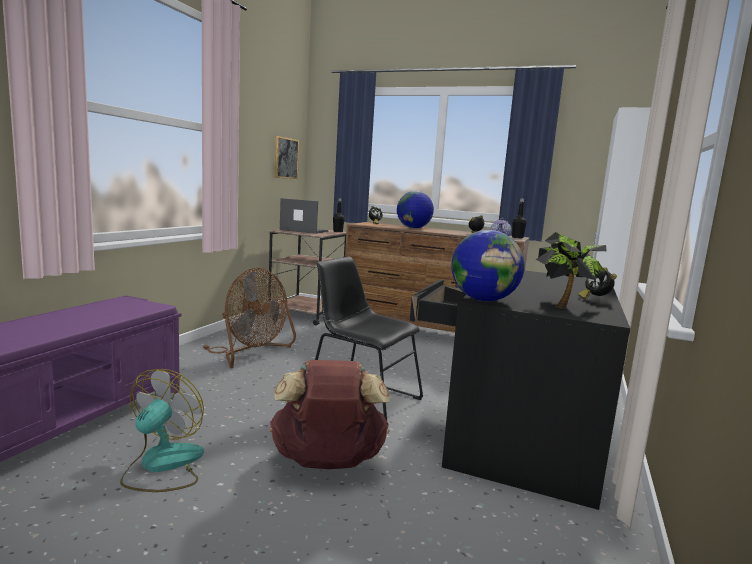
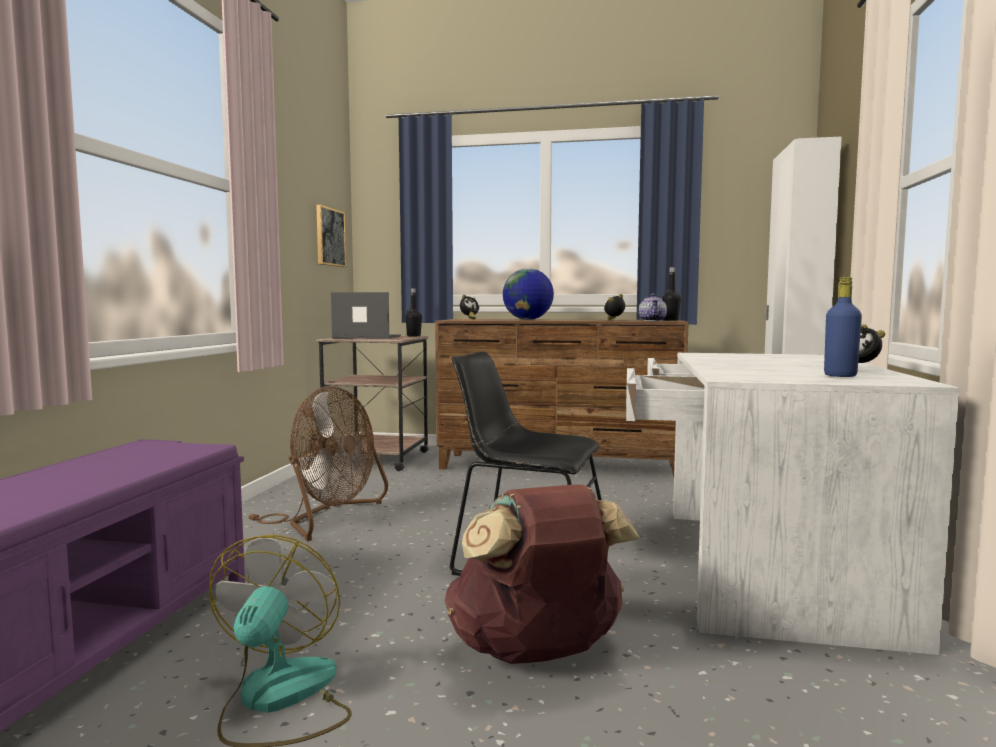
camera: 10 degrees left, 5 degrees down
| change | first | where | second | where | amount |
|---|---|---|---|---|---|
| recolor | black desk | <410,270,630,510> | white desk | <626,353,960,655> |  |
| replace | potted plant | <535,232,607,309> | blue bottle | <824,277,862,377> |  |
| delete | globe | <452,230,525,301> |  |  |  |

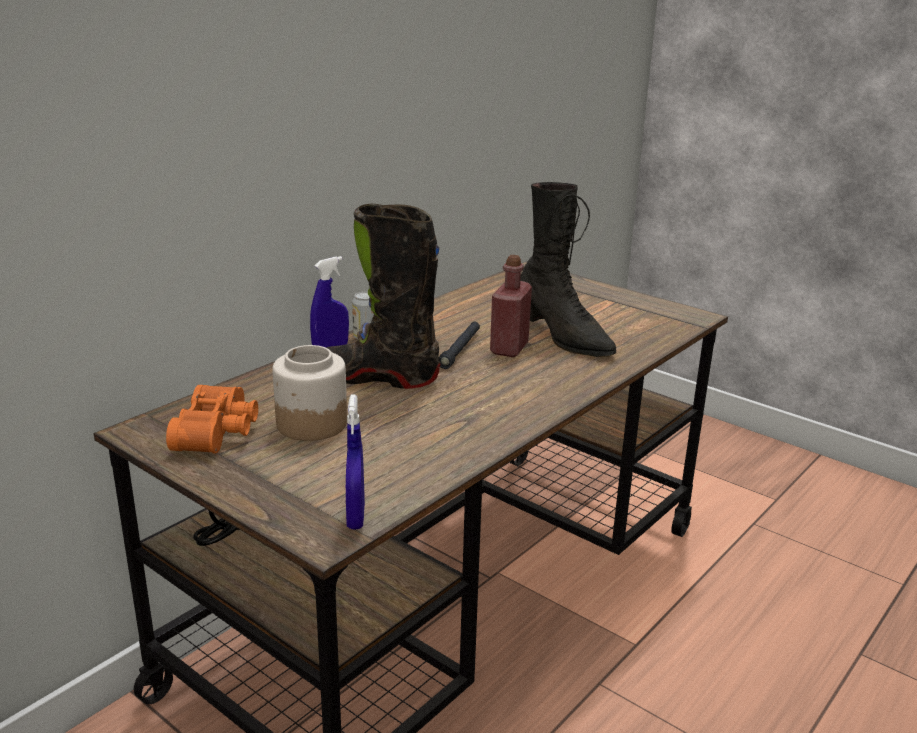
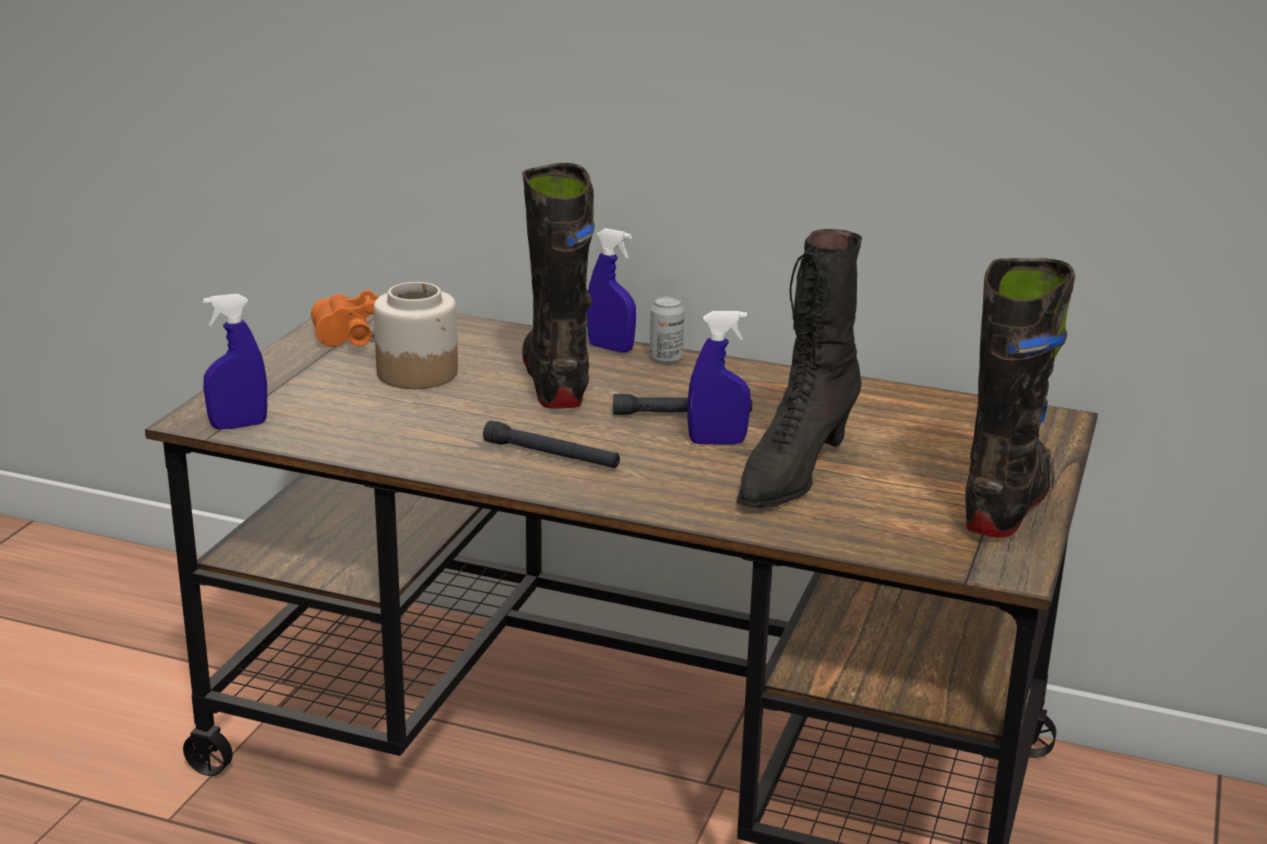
camera: 70 degrees right, 0 degrees up
| change | first | where | second | where | amount |
|---|---|---|---|---|---|
| insert |  |  | black flashlight | <483,420,620,468> |  |
| replace | red bottle | <490,255,532,357> | blue spray bottle | <687,311,751,445> |  |
| insert |  |  | black boot | <965,258,1075,538> |  |

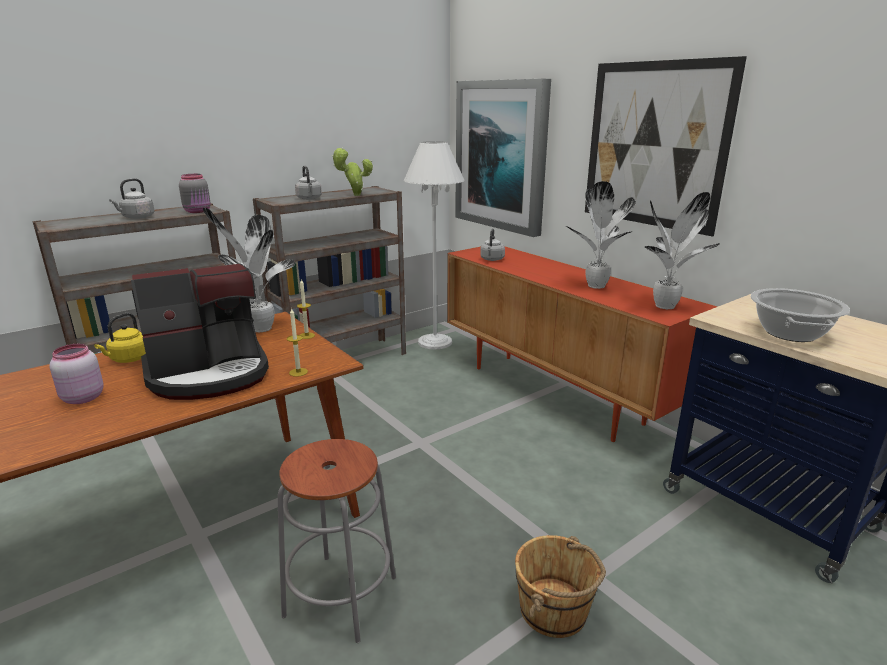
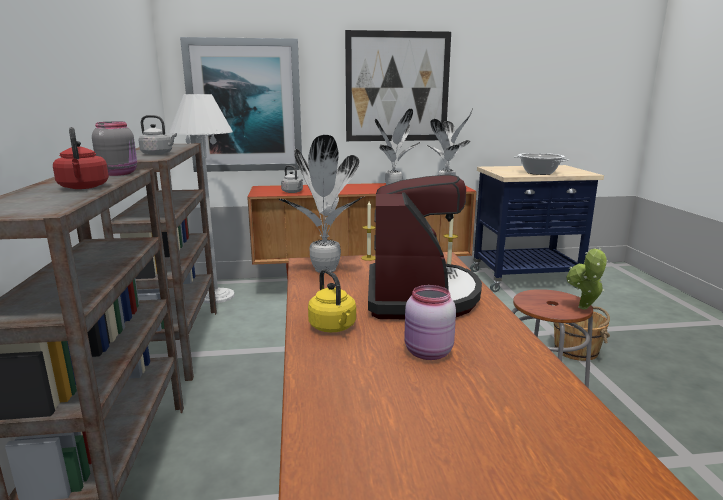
camera: 60 degrees left, 5 degrees down
| change | first | where | second | where | amount |
|---|---|---|---|---|---|
| recolor | grey kettle | <109,178,155,219> | red kettle | <53,127,109,189> |  |
| move | potted plant | <332,148,373,196> |  | <566,248,608,309> |  |

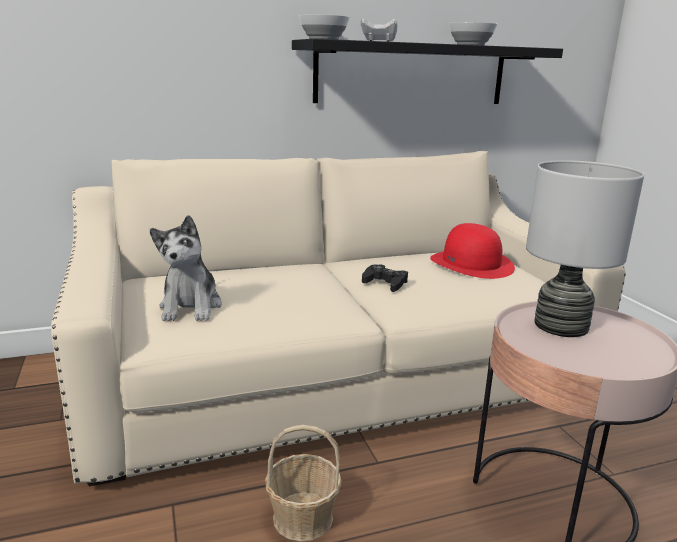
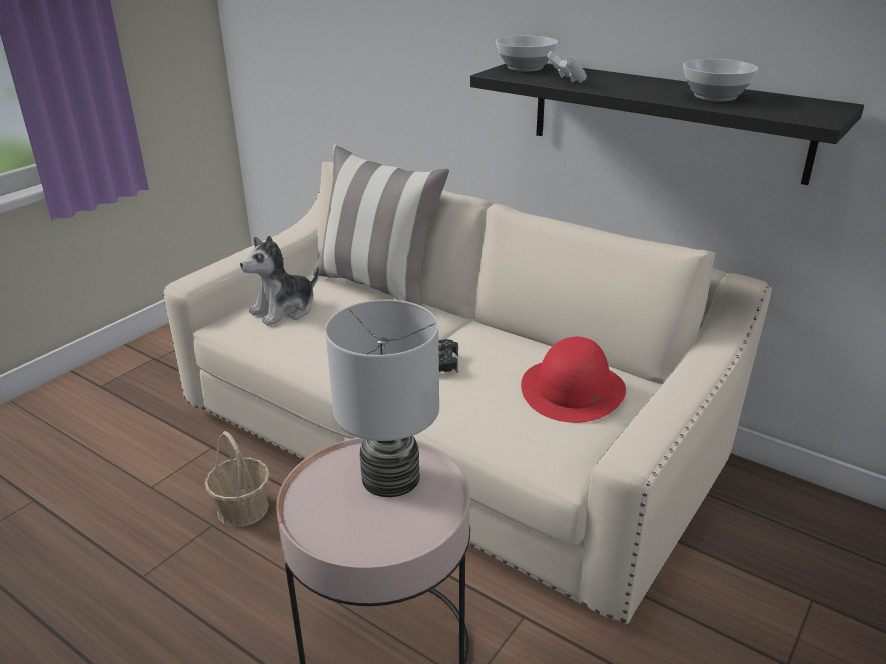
camera: 55 degrees right, 10 degrees up
| change | first | where | second | where | amount |
|---|---|---|---|---|---|
| insert |  |  | pillow | <313,144,449,306> |  |

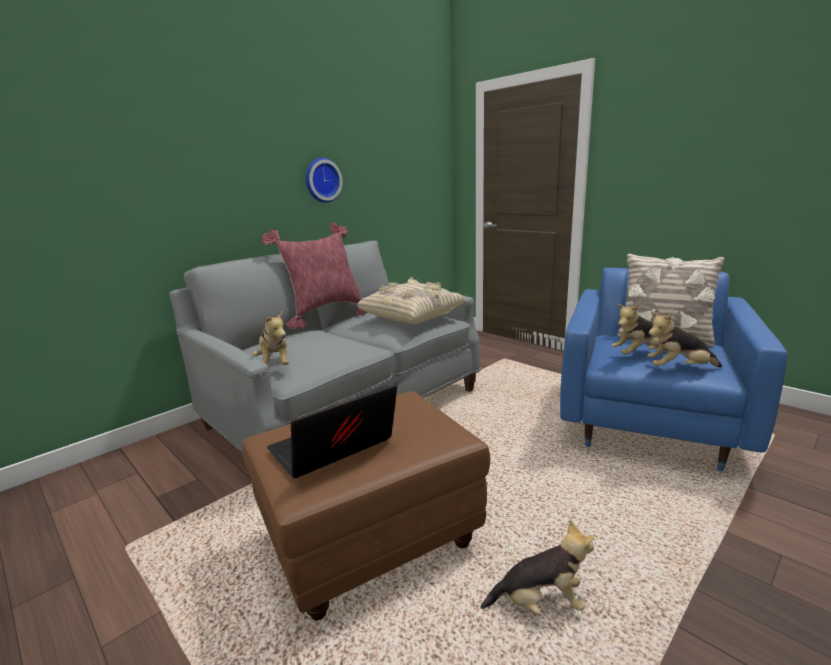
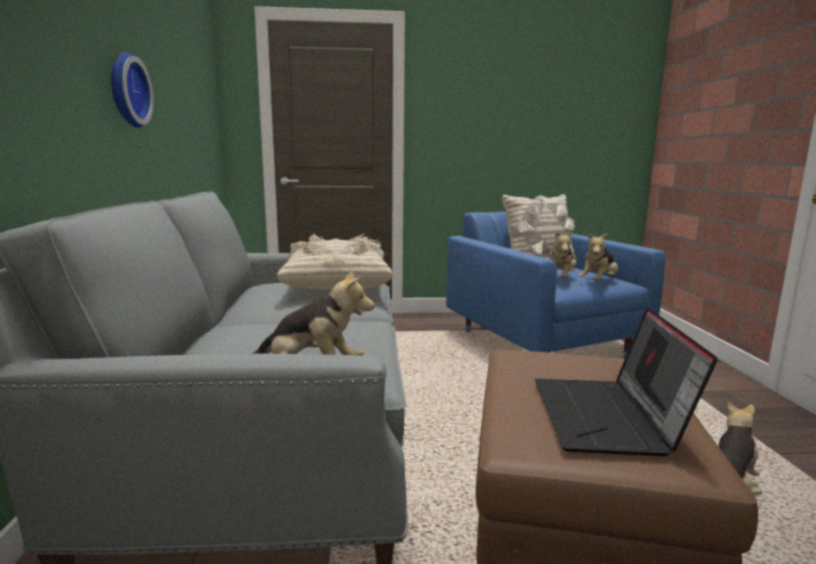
camera: 50 degrees left, 5 degrees down
| change | first | where | second | where | amount |
|---|---|---|---|---|---|
| delete | red pillow | <262,222,367,329> |  |  |  |

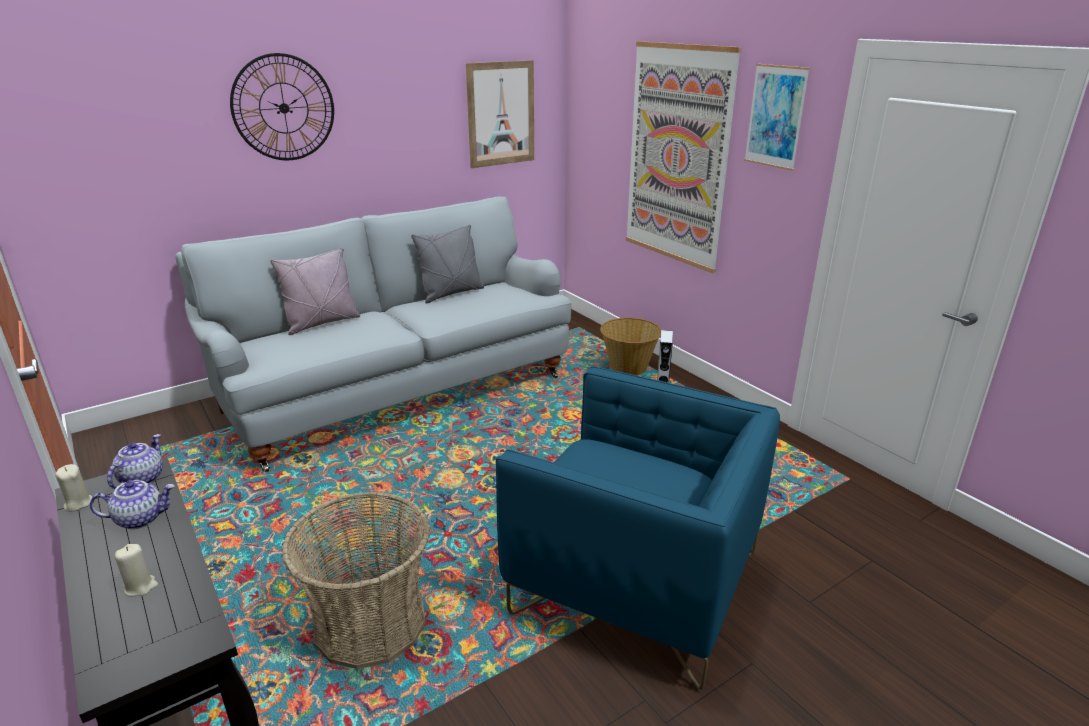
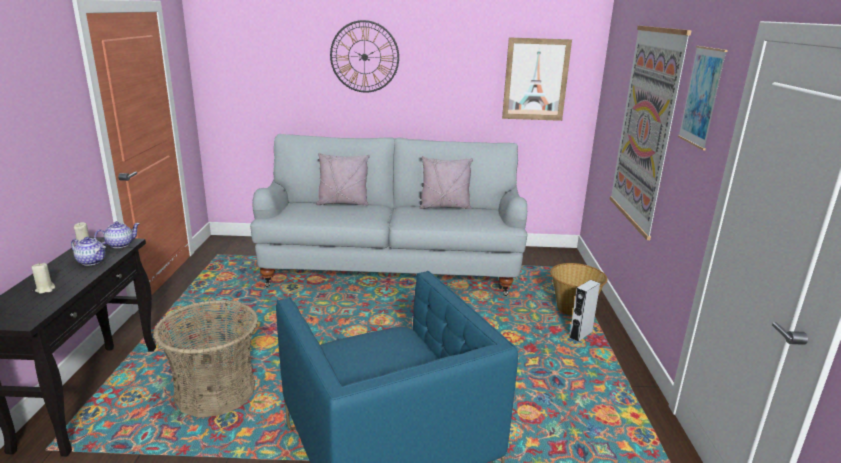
camera: 35 degrees right, 5 degrees down
| change | first | where | second | where | amount |
|---|---|---|---|---|---|
| recolor | grey pillow | <411,225,484,303> | purple pillow | <419,156,473,209> |  |

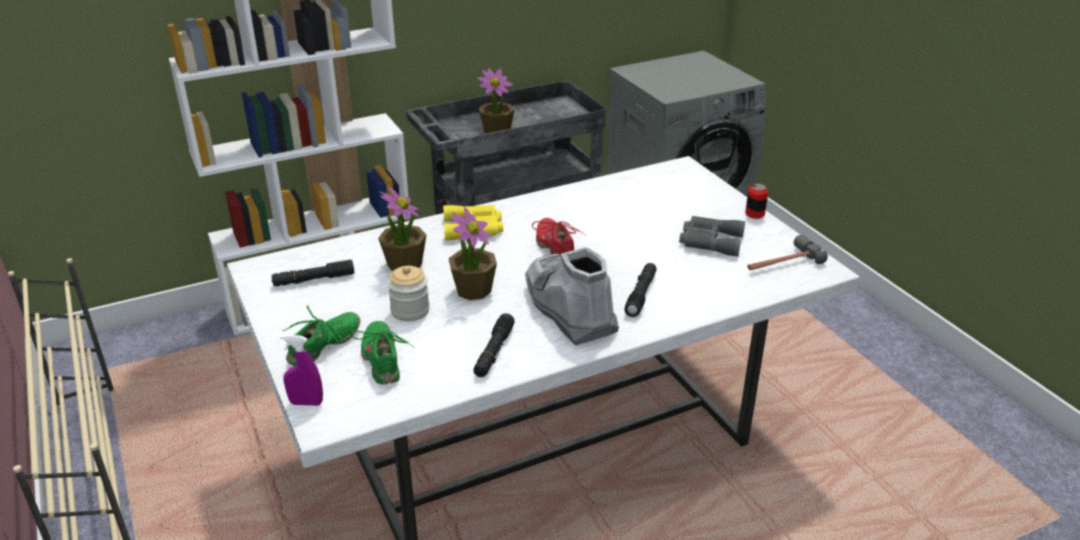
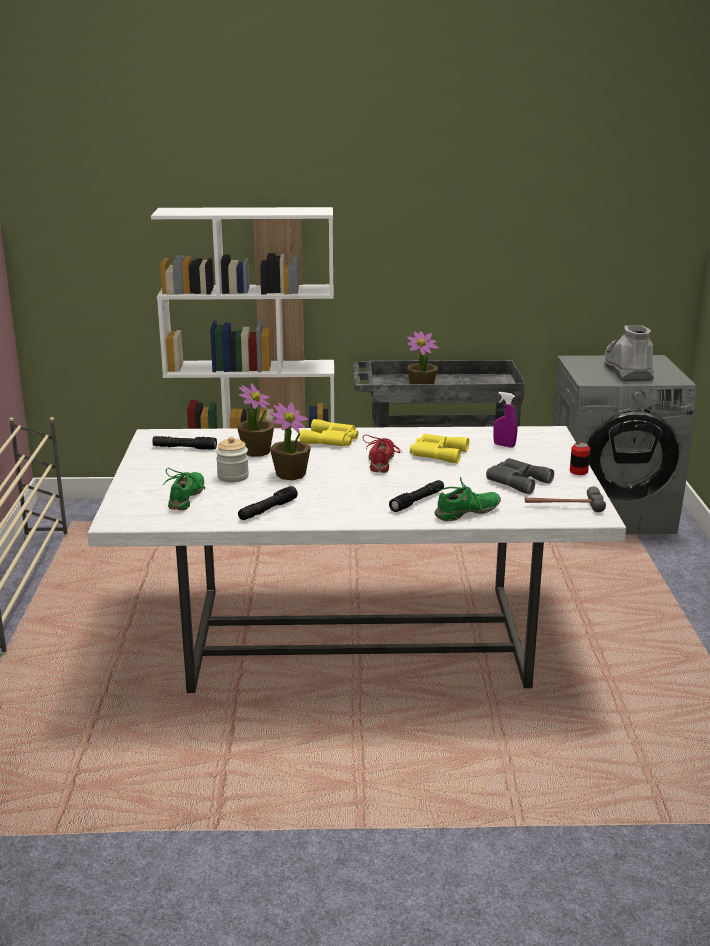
camera: 25 degrees right, 10 degrees down
| change | first | where | second | where | amount |
|---|---|---|---|---|---|
| insert |  |  | yellow binoculars | <410,434,469,464> |  |
| move | green shoe | <283,306,360,366> |  | <435,477,501,521> |  |
| move | purple spray bottle | <280,335,323,406> |  | <493,392,517,448> |  |
| move | grey boot | <525,247,619,345> |  | <604,325,654,381> |  |

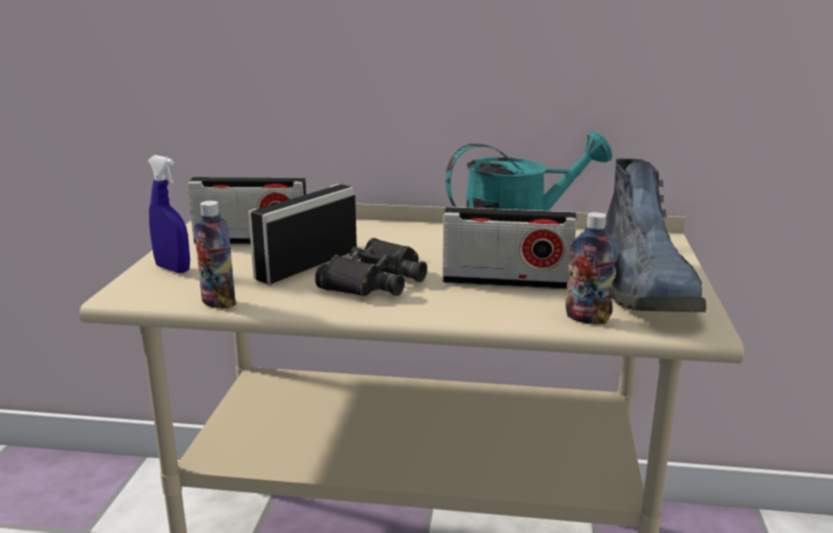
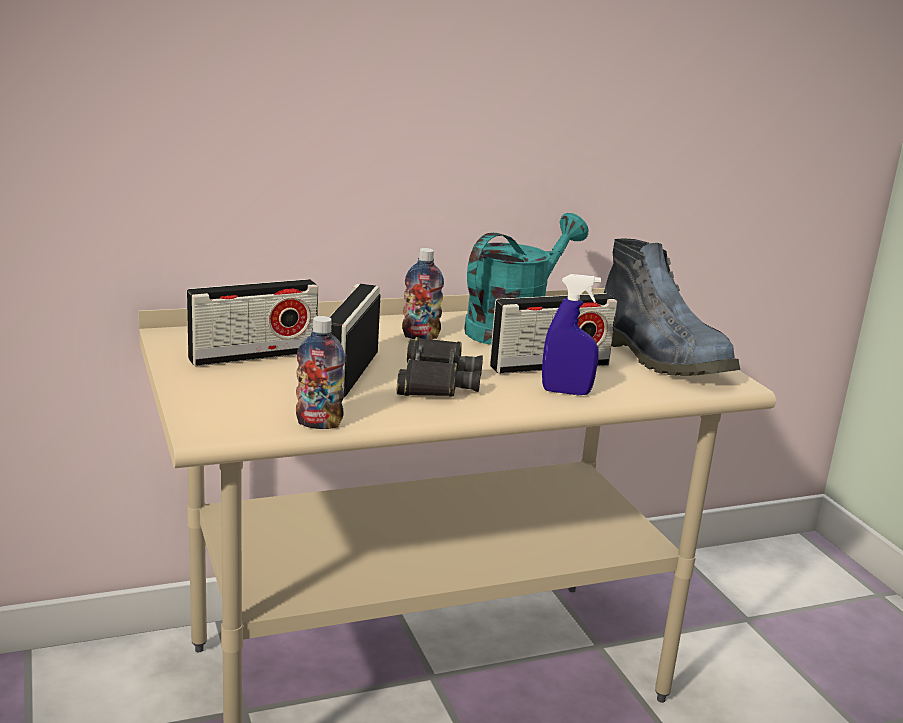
camera: 30 degrees left, 0 degrees up
| change | first | where | second | where | amount |
|---|---|---|---|---|---|
| move | bottle | <565,212,618,324> |  | <402,248,444,339> |  |
| move | blue spray bottle | <148,155,190,273> |  | <542,274,601,395> |  |

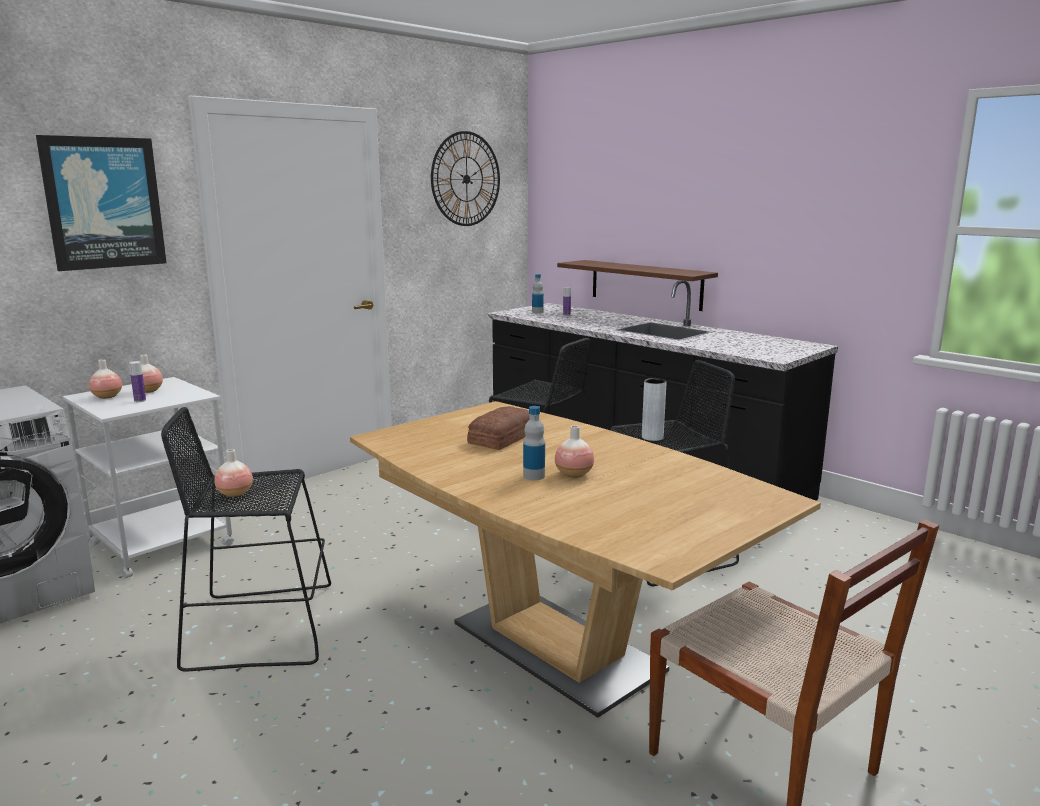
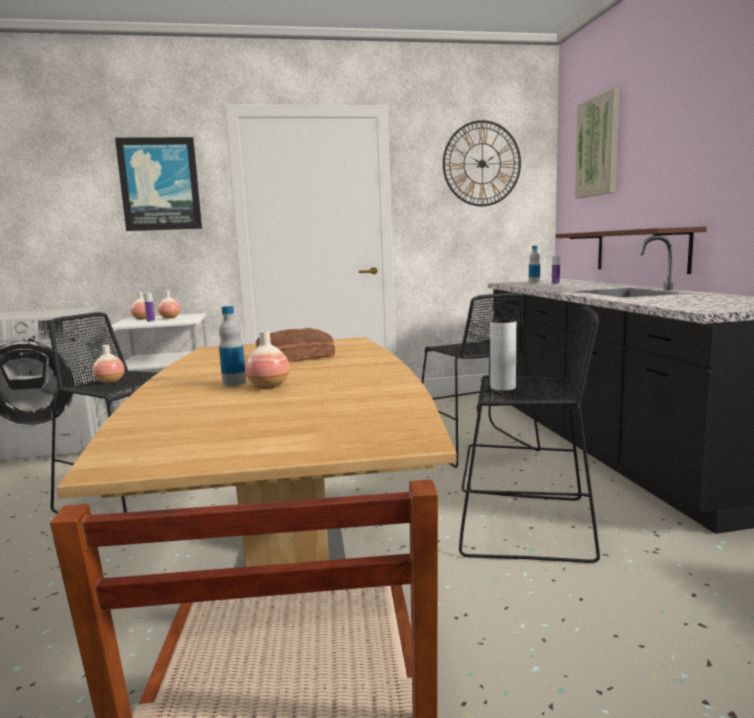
camera: 35 degrees right, 5 degrees down
| change | first | where | second | where | amount |
|---|---|---|---|---|---|
| insert |  |  | picture | <575,88,619,199> |  |

